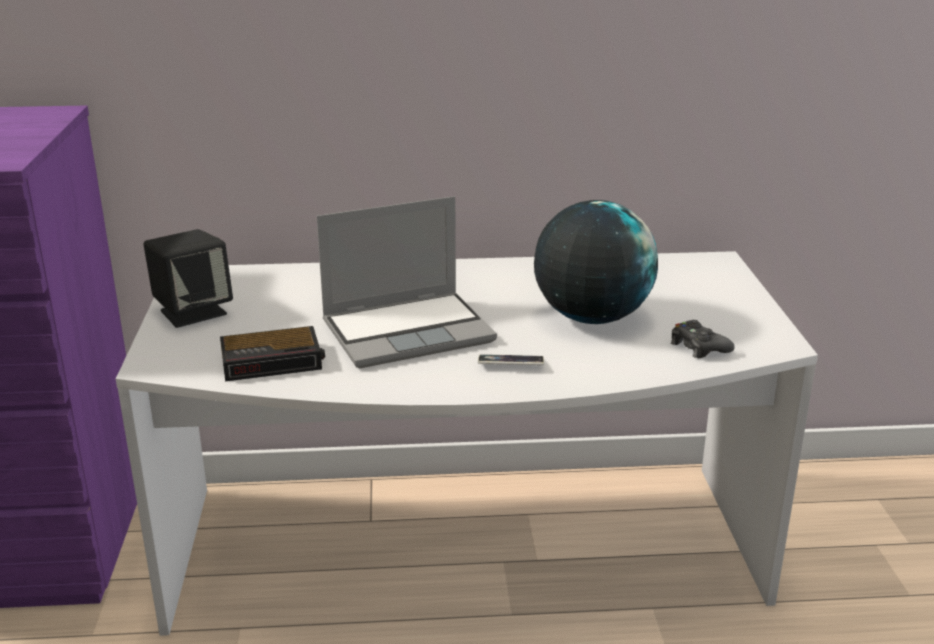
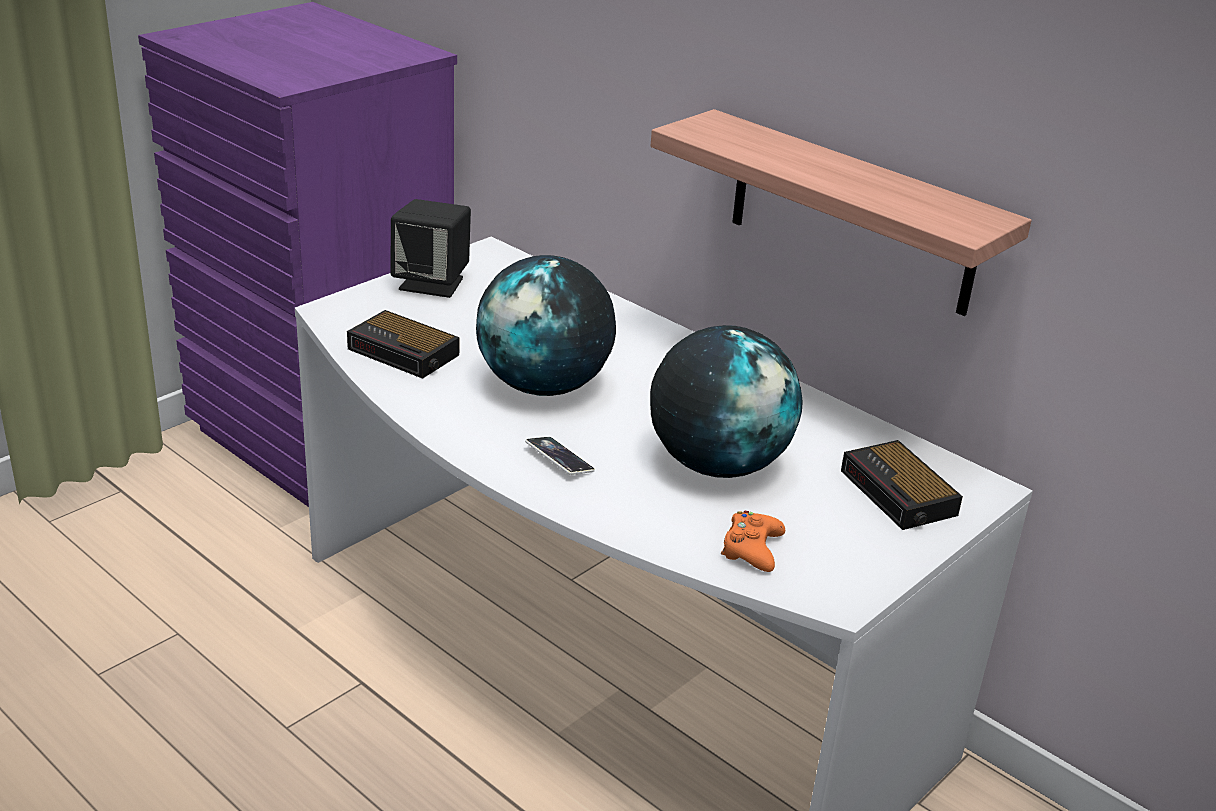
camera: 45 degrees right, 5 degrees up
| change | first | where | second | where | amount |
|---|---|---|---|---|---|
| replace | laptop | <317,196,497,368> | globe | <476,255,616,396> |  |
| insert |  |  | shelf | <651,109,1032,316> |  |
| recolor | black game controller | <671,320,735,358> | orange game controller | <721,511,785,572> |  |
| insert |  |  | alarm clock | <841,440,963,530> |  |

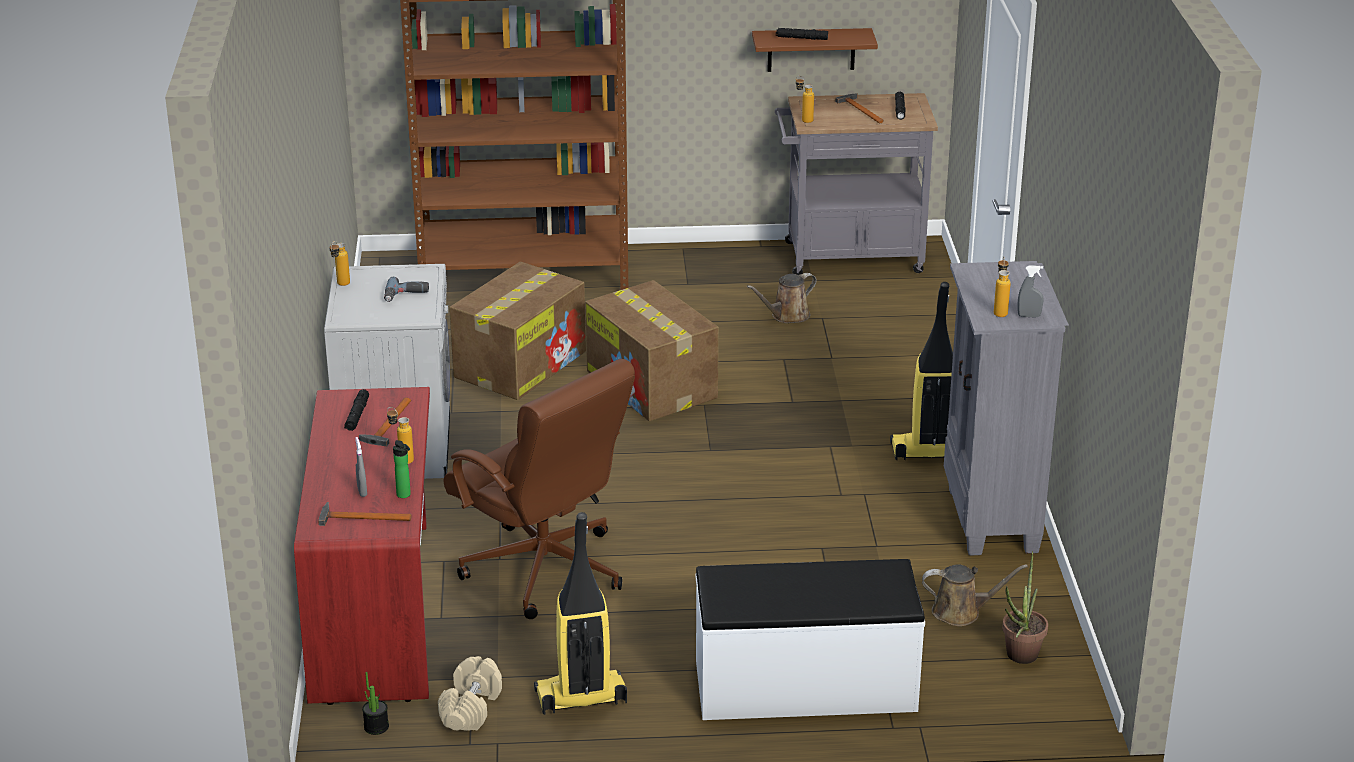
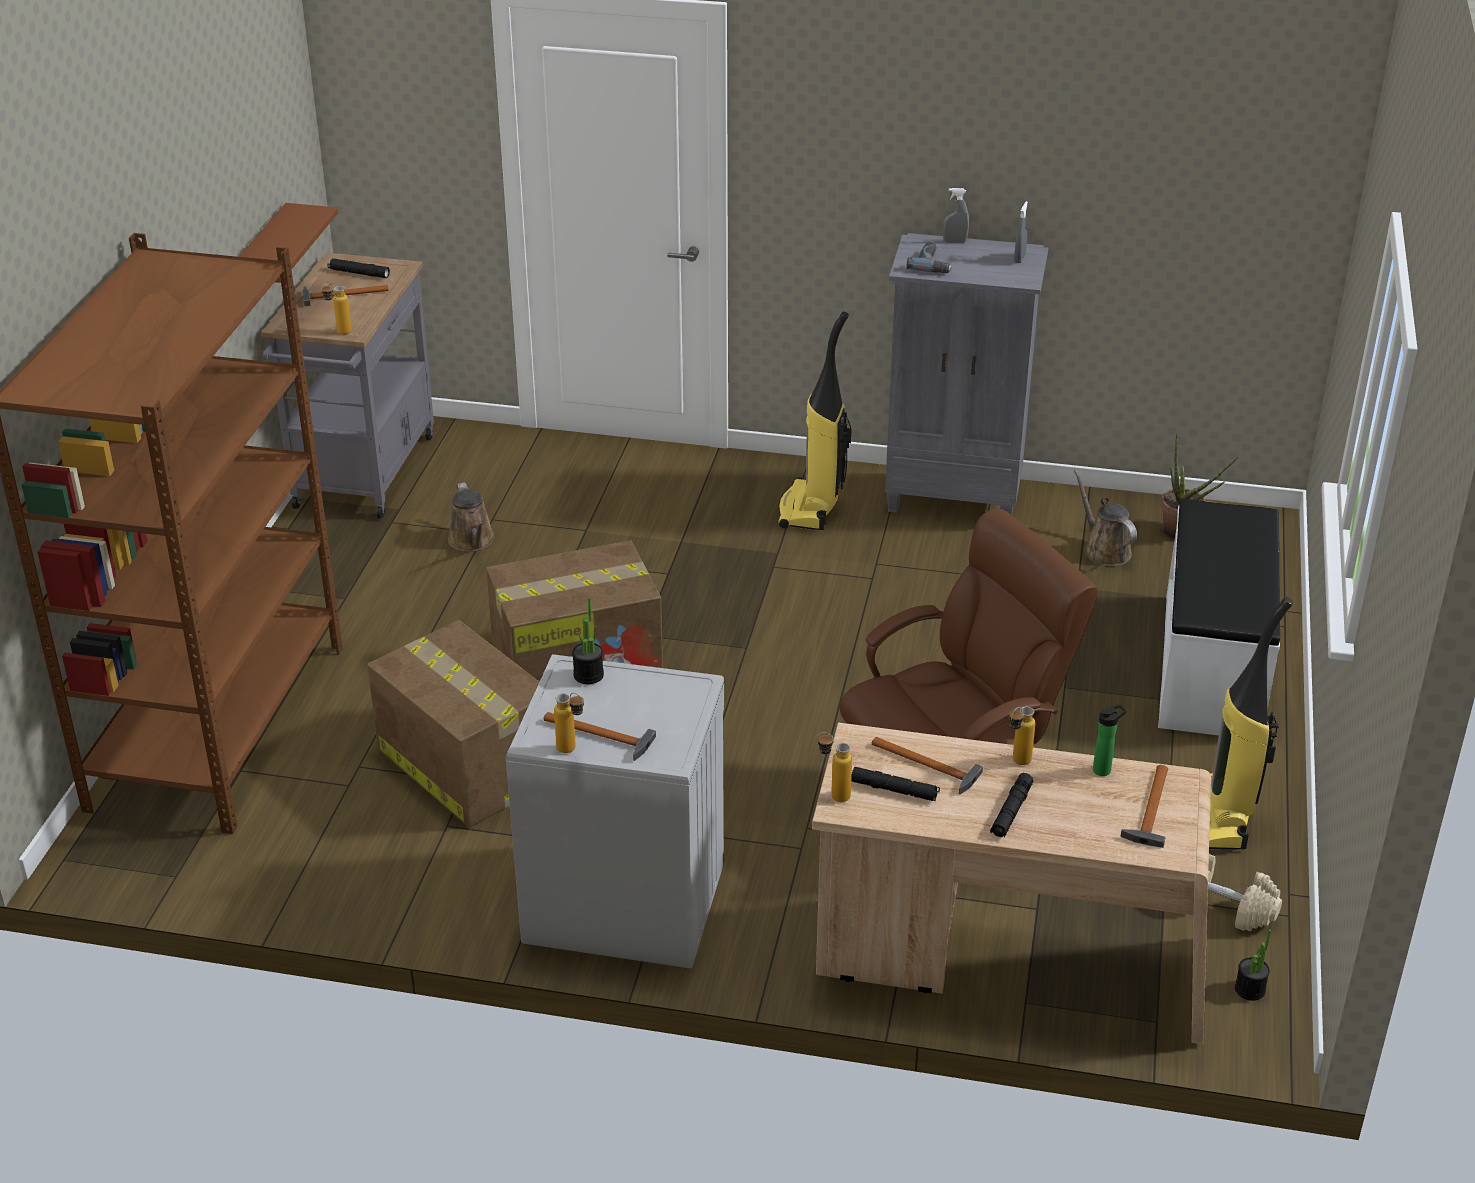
camera: 75 degrees left, 5 degrees up
| change | first | where | second | where | amount |
|---|---|---|---|---|---|
| insert |  |  | hammer | <543,712,656,761> |  |
| insert |  |  | potted plant | <572,598,604,684> |  |
| recolor | red desk | <294,387,430,705> | beige desk | <812,723,1211,1044> |  |
| move | bottle | <994,256,1011,317> |  | <817,732,852,802> |  |
| move | power drill | <384,277,429,302> |  | <906,242,952,273> |  |
| move | grey spray bottle | <355,437,367,497> |  | <943,188,969,243> |  |
| move | black flashlight | <776,28,828,40> |  | <990,773,1033,837> |  |
| rotate | brown watering can | <922,564,1028,626> |  | <1074,469,1137,566> | 45 degrees counterclockwise |

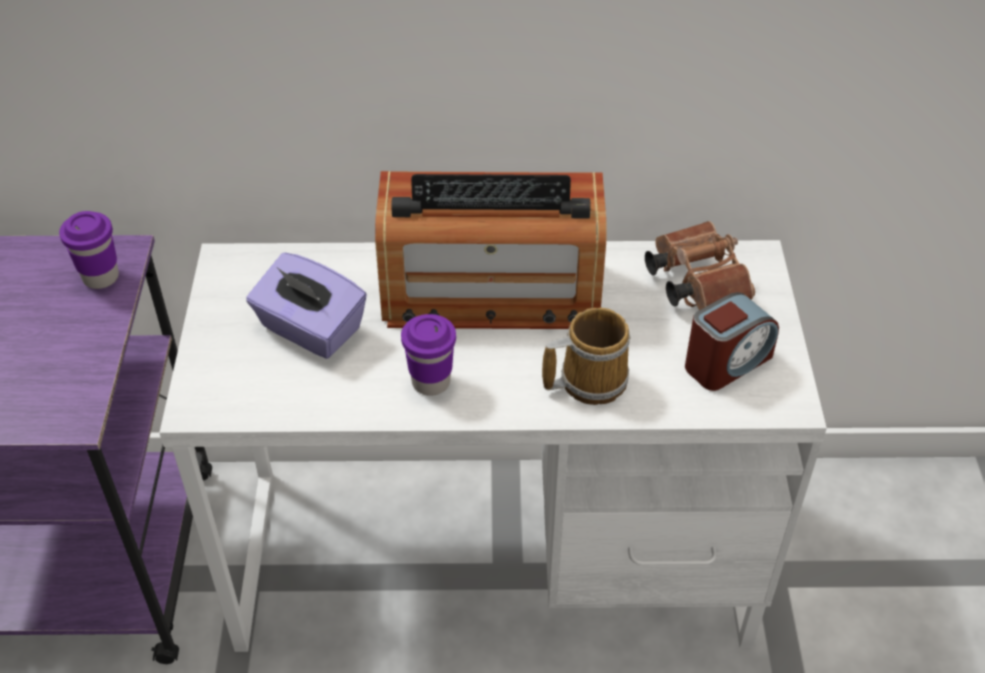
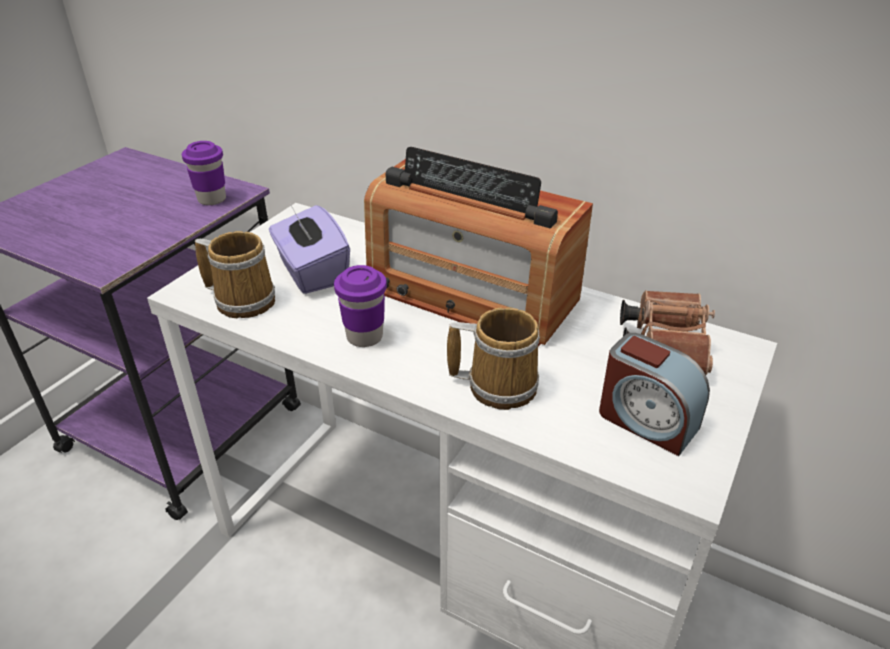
camera: 30 degrees right, 10 degrees down
| change | first | where | second | where | amount |
|---|---|---|---|---|---|
| insert |  |  | mug | <195,231,275,318> |  |
| rotate | alarm clock | <685,292,779,391> |  | <599,333,710,456> | 45 degrees clockwise |

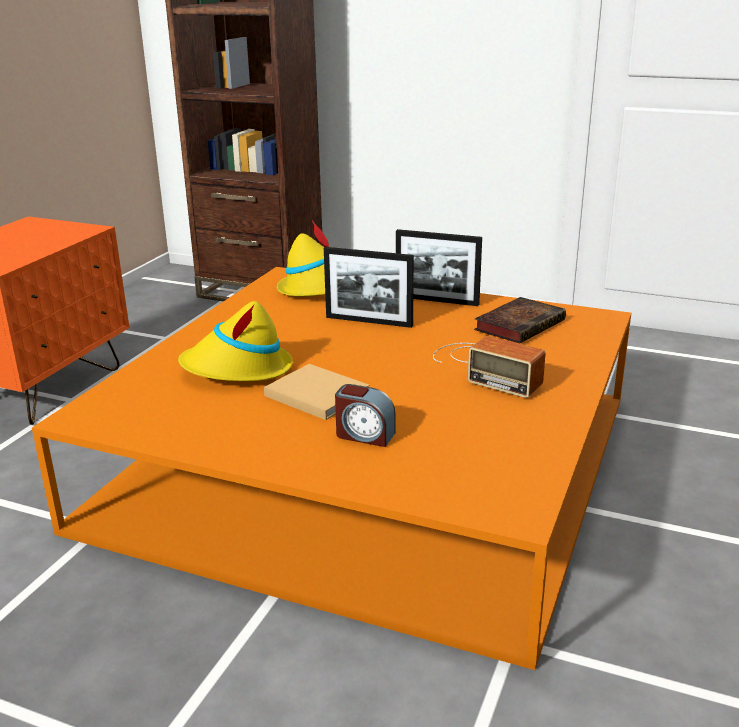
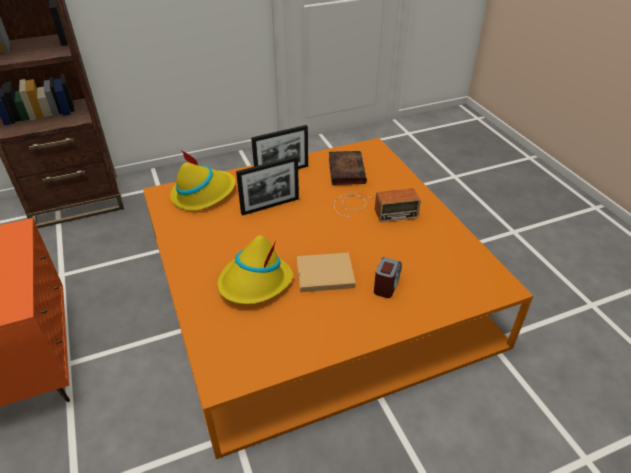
camera: 45 degrees left, 15 degrees up
| change | first | where | second | where | amount |
|---|---|---|---|---|---|
| rotate | alarm clock | <335,384,395,447> |  | <374,257,402,298> | 45 degrees counterclockwise |

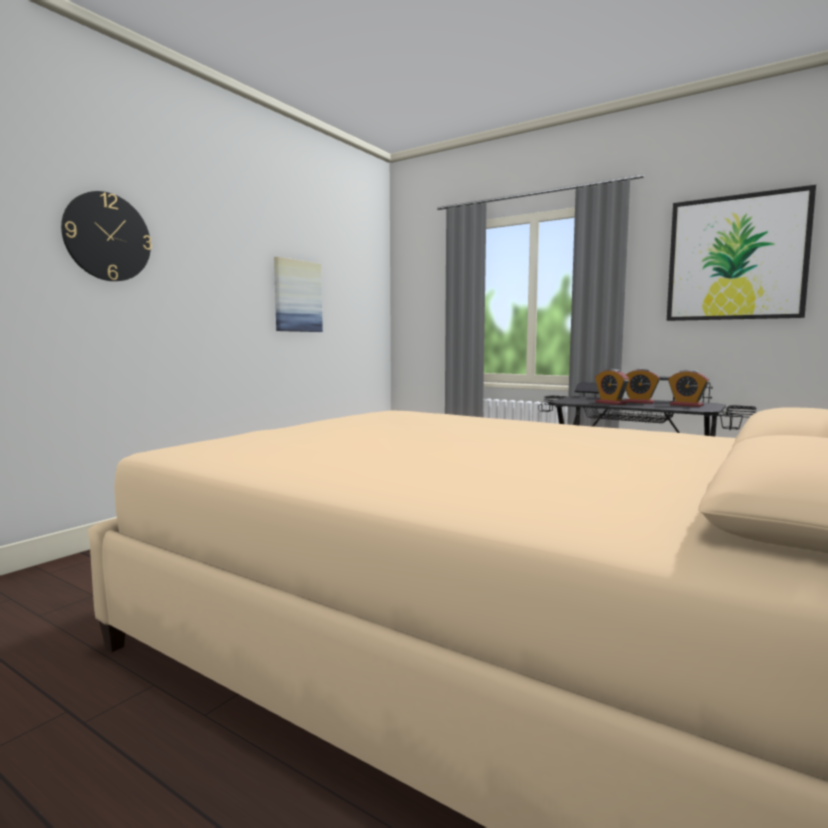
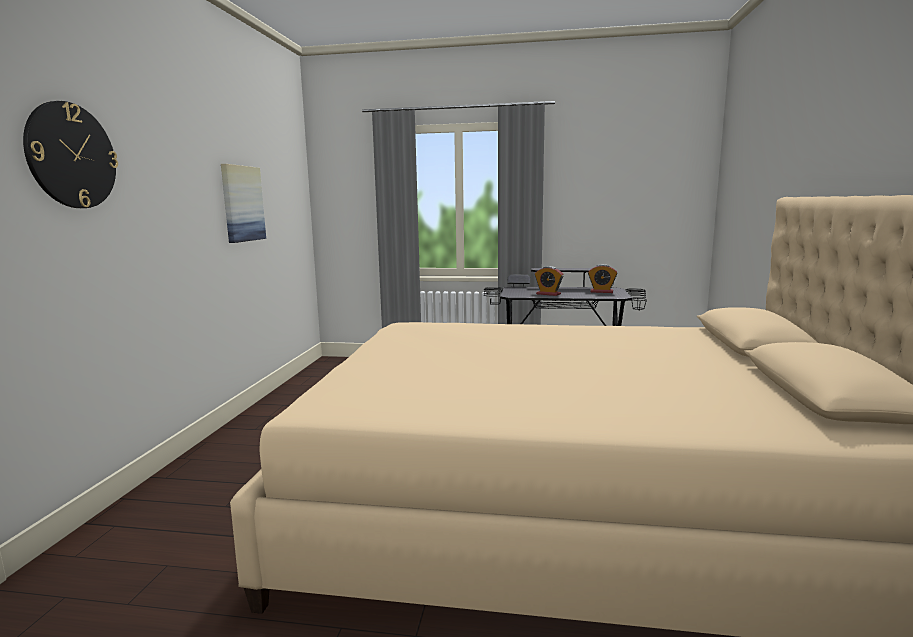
camera: 25 degrees left, 5 degrees up
| change | first | where | second | where | amount |
|---|---|---|---|---|---|
| delete | alarm clock | <625,368,660,404> |  |  |  |
| delete | picture | <667,185,816,321> |  |  |  |

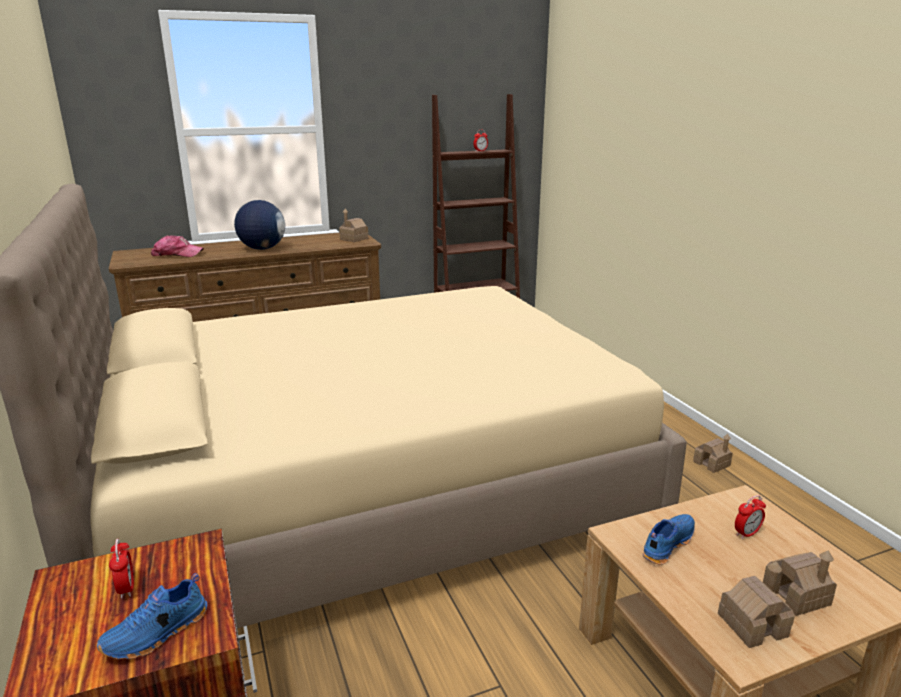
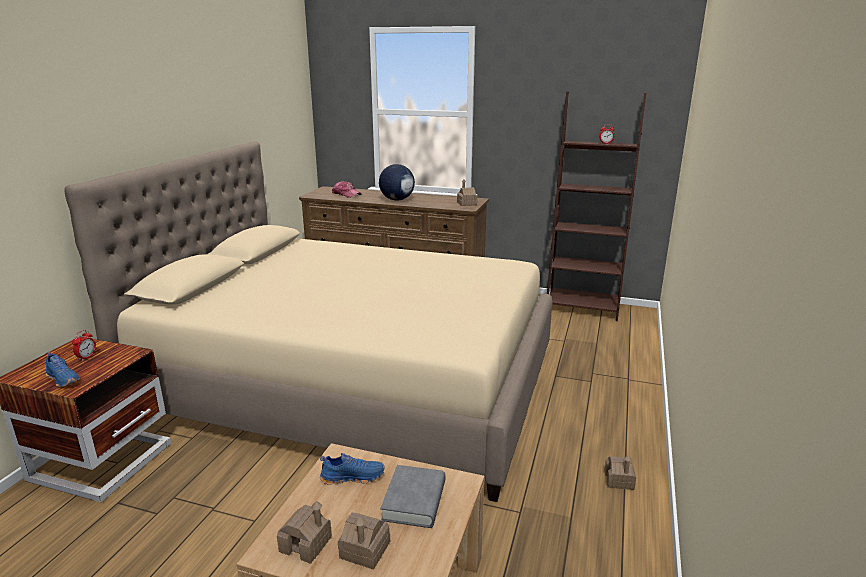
camera: 40 degrees right, 0 degrees up
| change | first | where | second | where | amount |
|---|---|---|---|---|---|
| rotate | blue shoe | <97,573,207,660> |  | <46,352,80,388> | 135 degrees counterclockwise |
| replace | alarm clock | <735,495,766,539> | grey book | <380,465,445,528> |  |

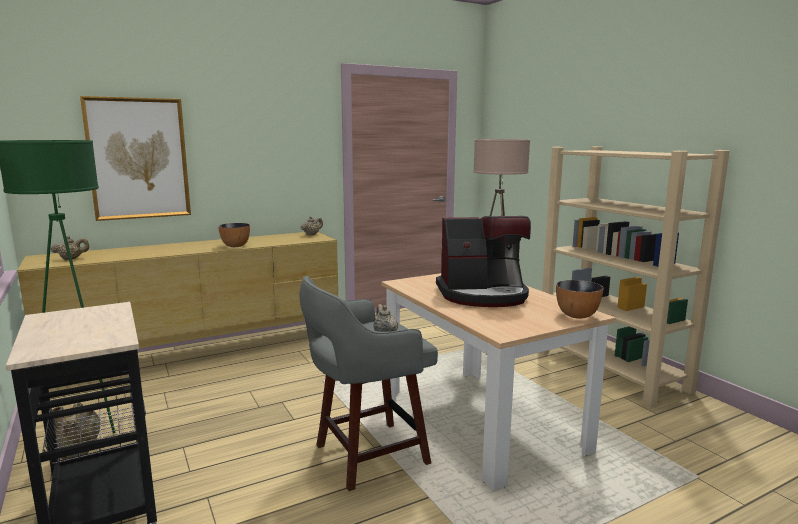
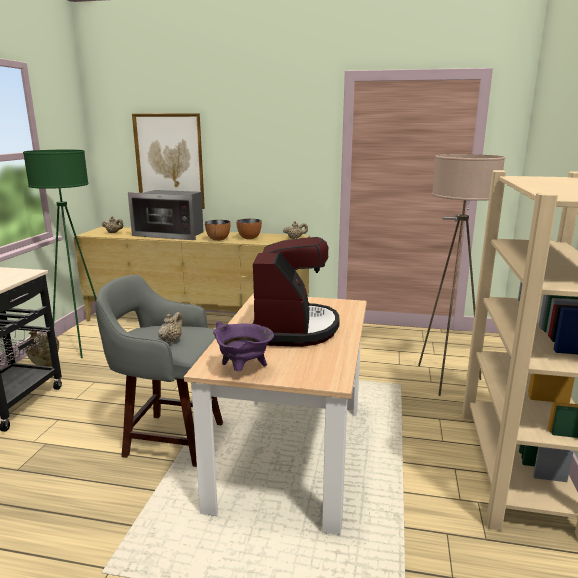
camera: 40 degrees right, 5 degrees up
| change | first | where | second | where | amount |
|---|---|---|---|---|---|
| insert |  |  | microwave | <128,190,204,240> |  |
| insert |  |  | purple cooking pot | <213,321,274,371> |  |
| move | bowl | <556,280,604,319> |  | <236,219,262,239> |  |
| rotate | coffee machine | <436,216,531,307> |  | <253,237,340,347> | 120 degrees counterclockwise |

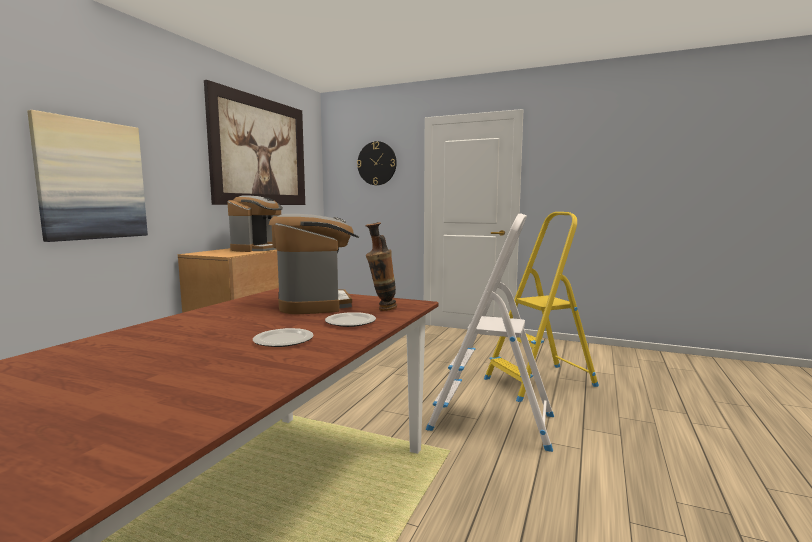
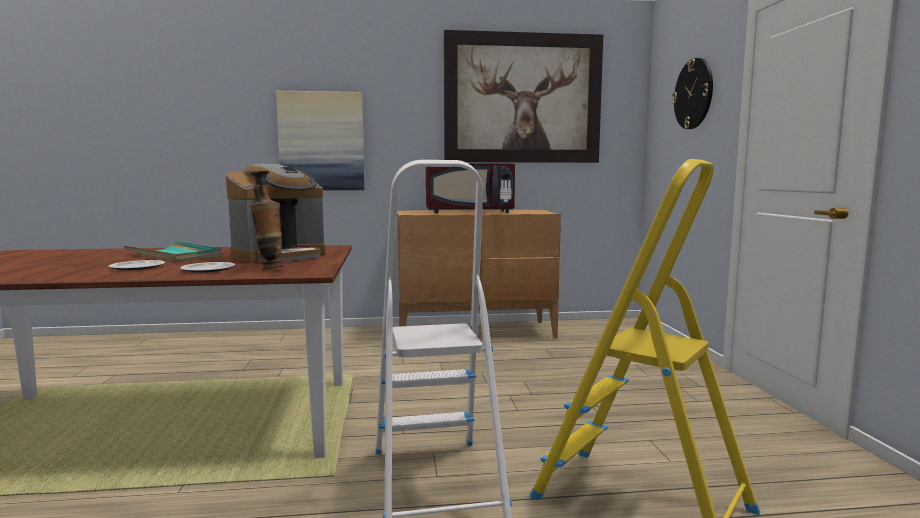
camera: 60 degrees right, 0 degrees up
| change | first | where | second | where | amount |
|---|---|---|---|---|---|
| insert |  |  | turquoise tray | <124,241,222,262> |  |
| replace | coffee machine | <227,196,283,252> | red microwave | <426,163,515,213> |  |

